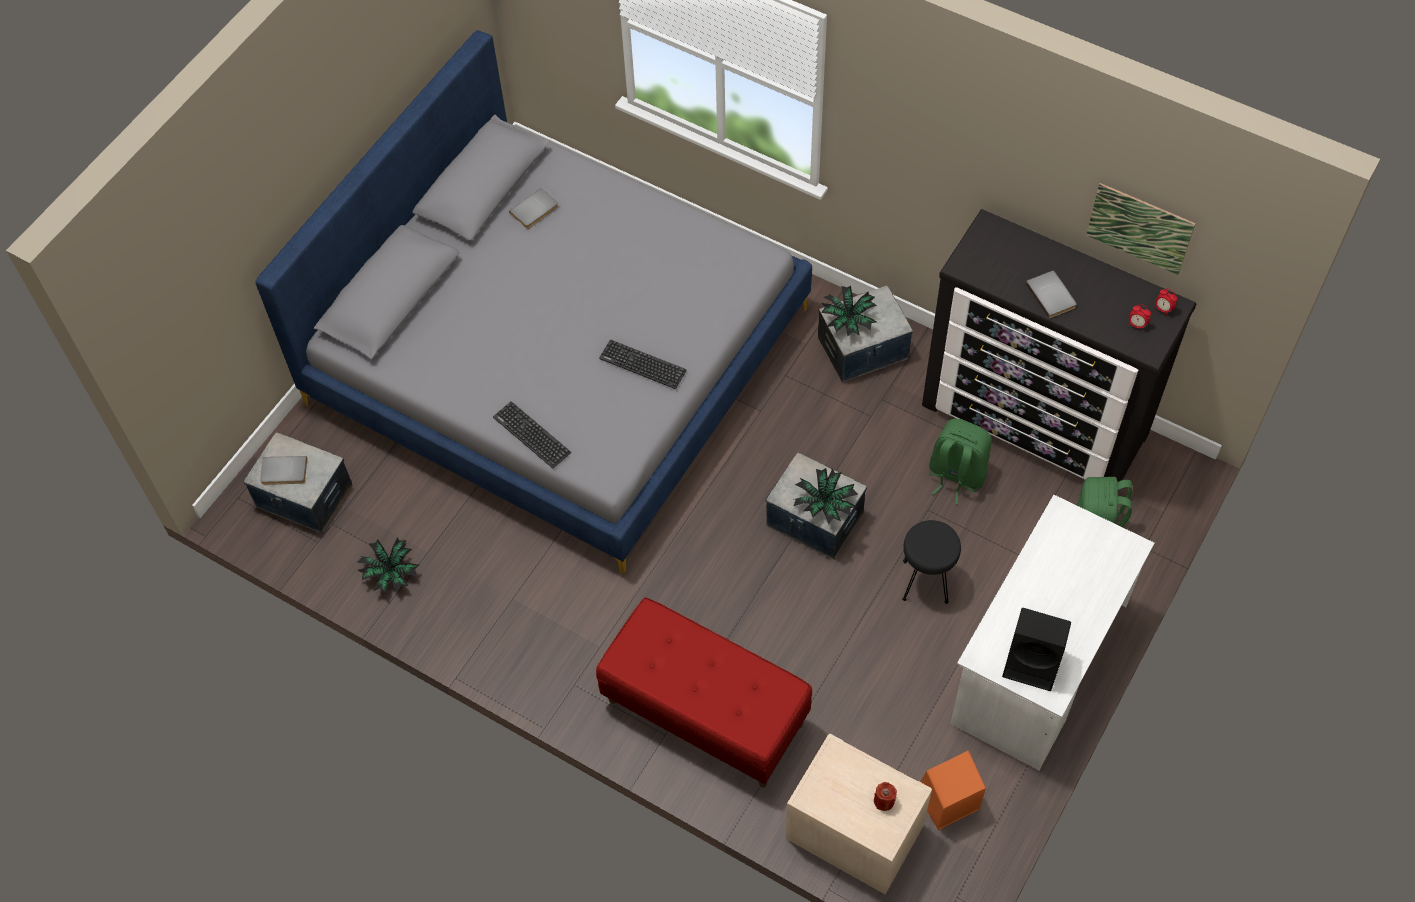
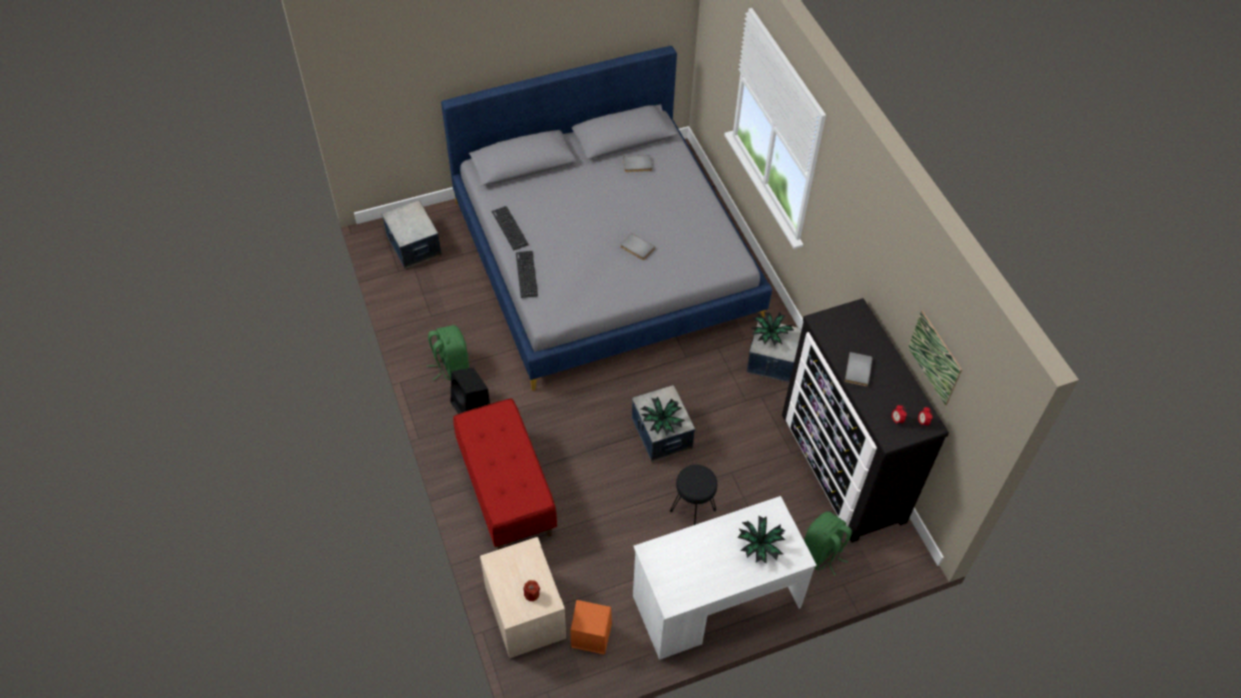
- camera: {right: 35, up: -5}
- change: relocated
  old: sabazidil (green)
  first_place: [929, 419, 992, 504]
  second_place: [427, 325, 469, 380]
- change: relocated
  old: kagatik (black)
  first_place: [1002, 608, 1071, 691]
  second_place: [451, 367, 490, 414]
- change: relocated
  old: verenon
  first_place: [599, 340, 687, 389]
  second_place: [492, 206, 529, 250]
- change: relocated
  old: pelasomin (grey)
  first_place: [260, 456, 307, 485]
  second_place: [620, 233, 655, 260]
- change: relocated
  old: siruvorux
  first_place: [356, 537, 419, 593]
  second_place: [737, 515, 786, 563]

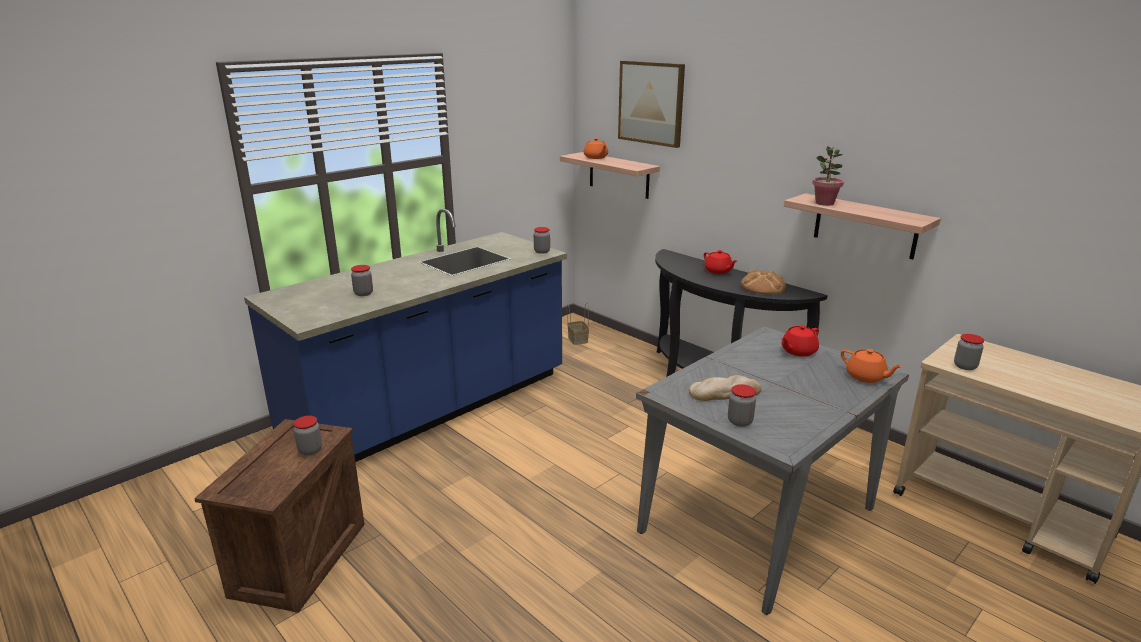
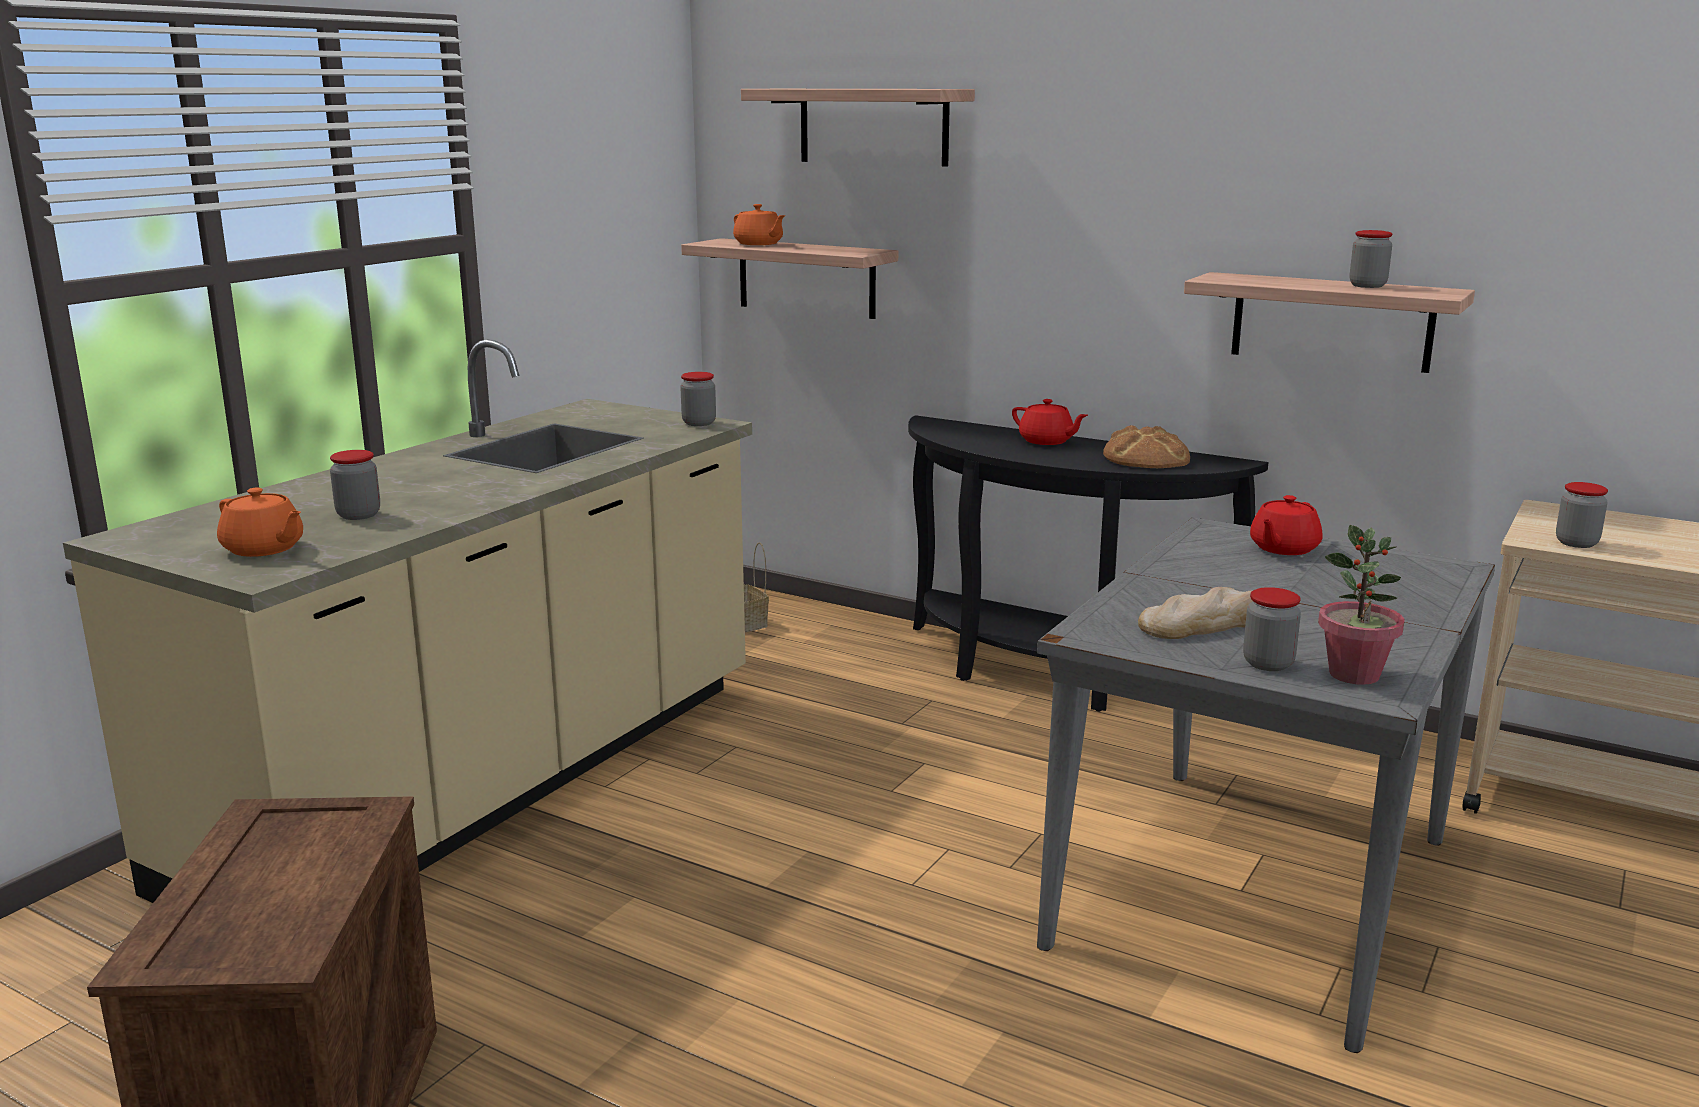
- camera: {right: -15, up: -5}
- change: colour
  old: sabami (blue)
  new: sabami (beige)
  first_place: [244, 209, 567, 462]
  second_place: [63, 339, 752, 903]
- change: relocated
  old: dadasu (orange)
  first_place: [841, 349, 902, 383]
  second_place: [217, 487, 303, 557]
- change: exchanged
  old: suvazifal
  new: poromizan
  first_place: [618, 61, 685, 148]
  second_place: [741, 89, 975, 167]
- change: relocated
  old: siruvorux
  first_place: [812, 146, 844, 206]
  second_place: [1318, 525, 1405, 685]
- change: relocated
  old: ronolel
  first_place: [293, 416, 322, 455]
  second_place: [1350, 230, 1392, 288]

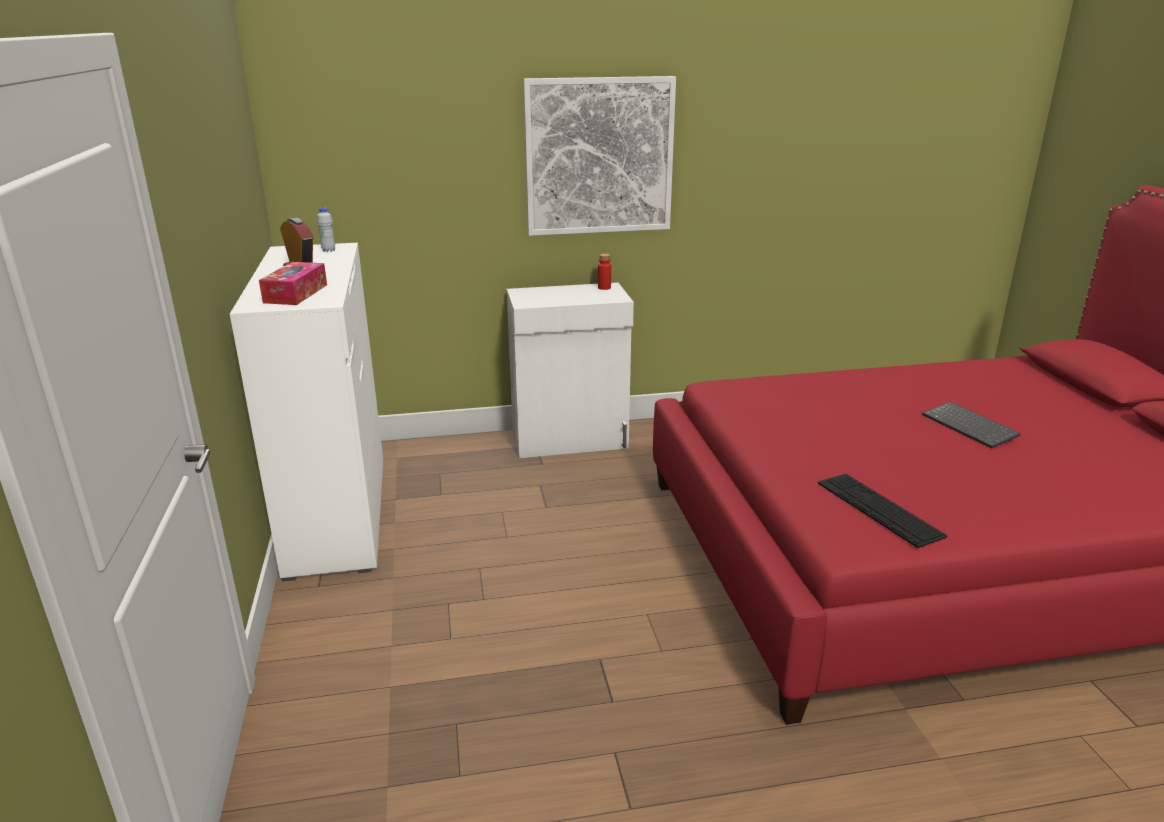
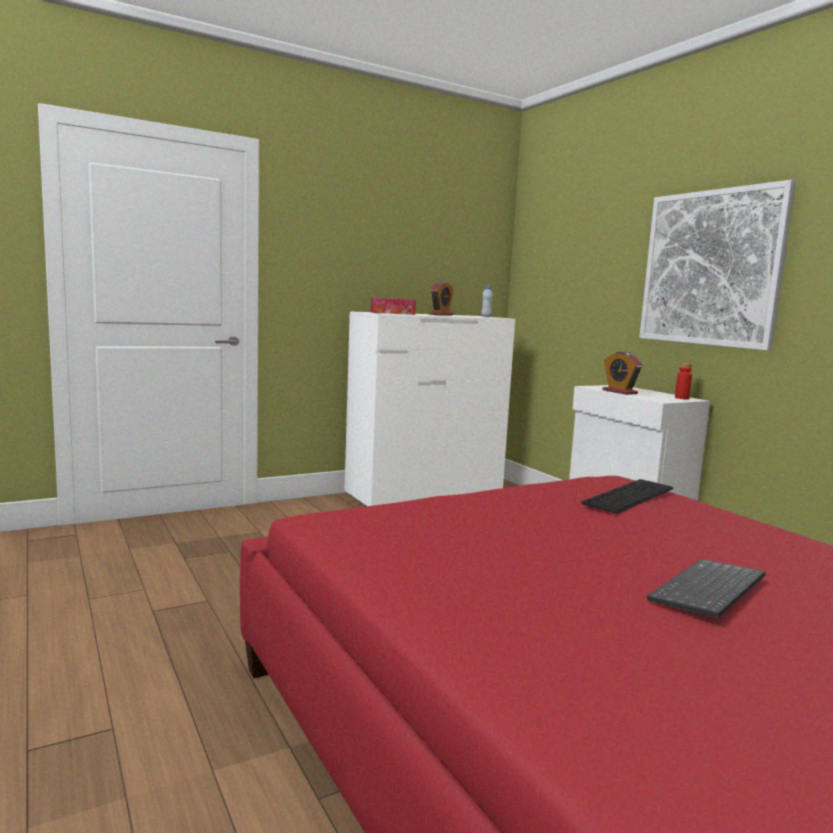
- camera: {right: 70, up: -15}
- change: relocated
  old: verenon
  first_place: [818, 474, 947, 548]
  second_place: [581, 479, 674, 514]
- change: appeared
  new: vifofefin
  second_place: [602, 352, 642, 395]

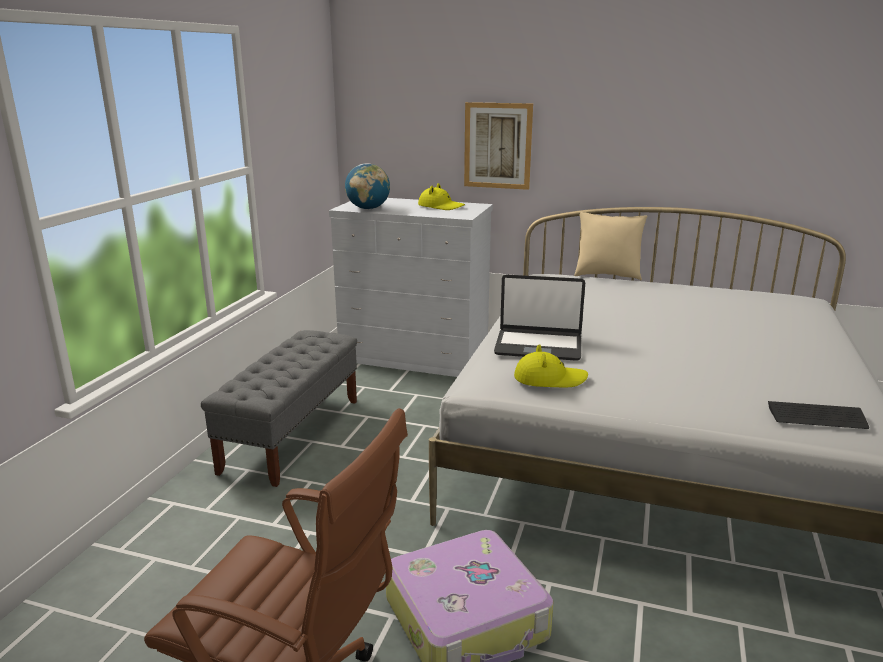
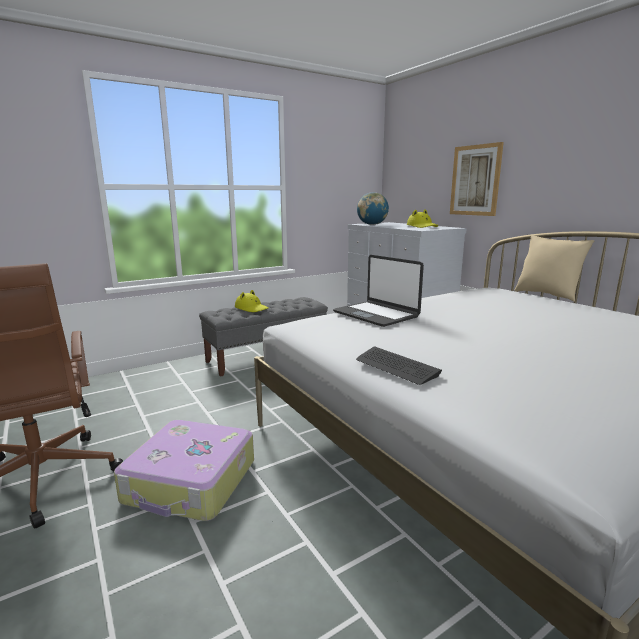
- camera: {right: 40, up: -5}
- change: relocated
  old: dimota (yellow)
  first_place: [514, 344, 588, 387]
  second_place: [235, 290, 269, 312]
- change: relocated
  old: verenon
  first_place: [768, 401, 869, 429]
  second_place: [356, 346, 442, 385]

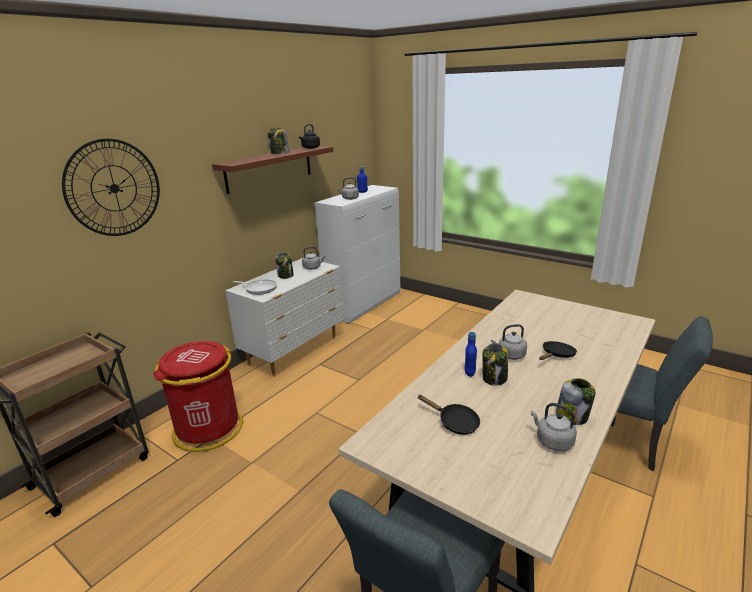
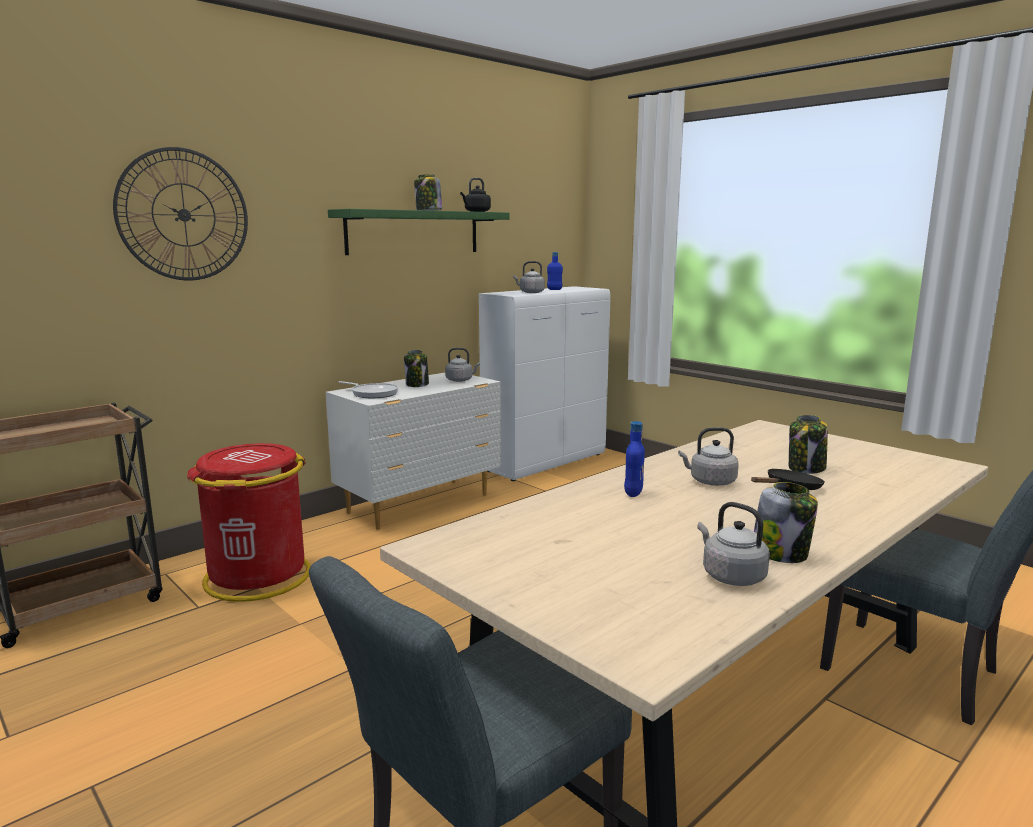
- camera: {right: 10, up: -10}
- change: colour
  old: poromizan (brown)
  new: poromizan (green)
  first_place: [212, 146, 333, 194]
  second_place: [328, 209, 510, 255]
- change: relocated
  old: ronolel
  first_place: [482, 343, 508, 386]
  second_place: [789, 415, 828, 474]
- change: missing
  old: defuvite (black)
  first_place: [417, 395, 480, 435]

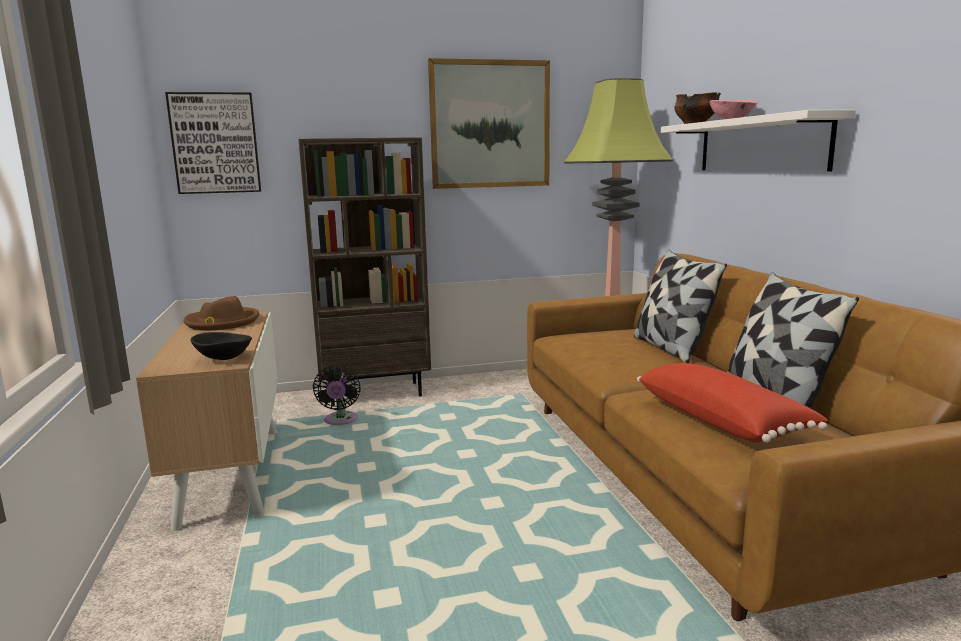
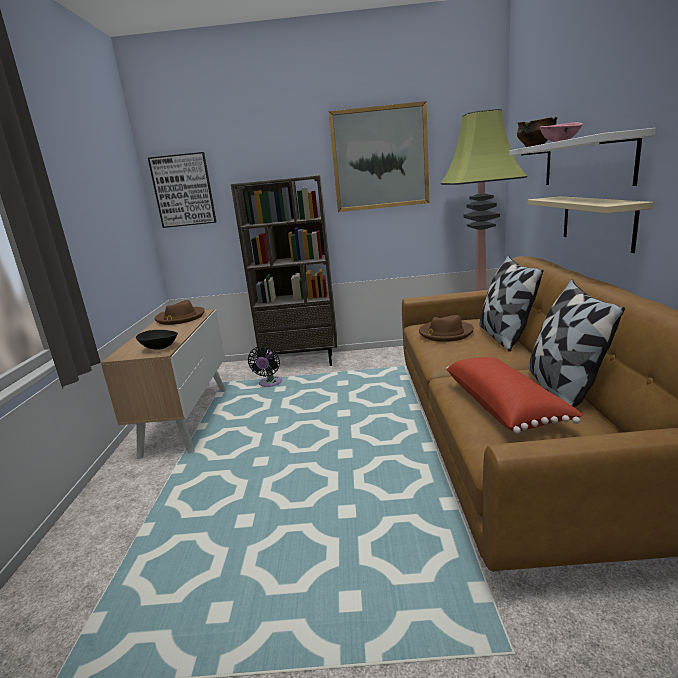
- camera: {right: 15, up: 5}
- change: appeared
  new: dimota (brown)
  second_place: [419, 315, 474, 342]
- change: appeared
  new: poromizan (beige)
  second_place: [528, 196, 653, 253]

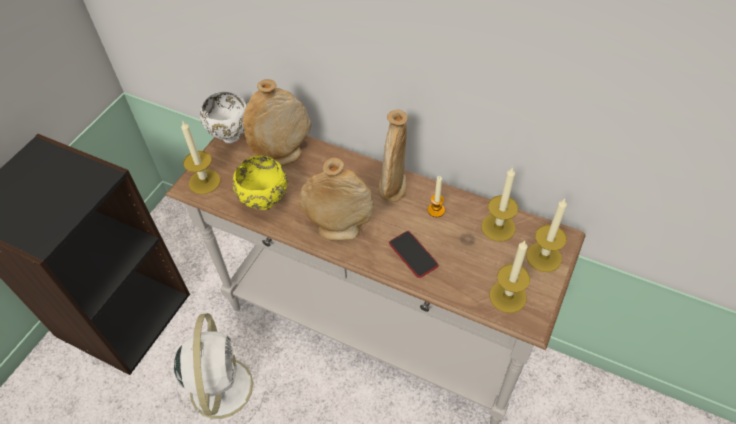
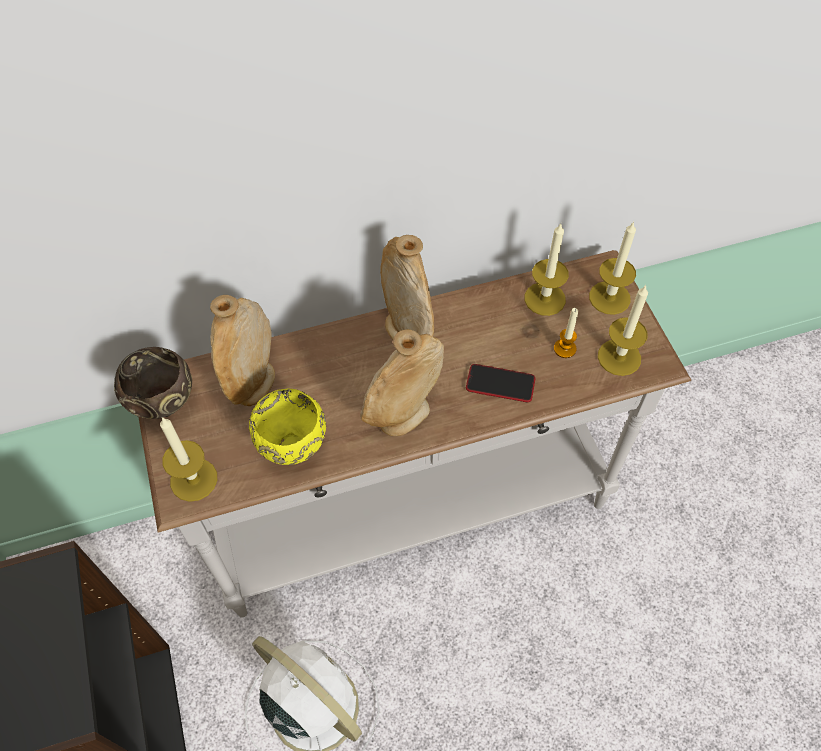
- camera: {right: -45, up: 5}
- change: colour
  old: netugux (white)
  new: netugux (brown)
  first_place: [200, 92, 247, 143]
  second_place: [114, 347, 192, 419]
- change: relocated
  old: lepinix
  first_place: [428, 176, 445, 217]
  second_place: [554, 308, 578, 358]

